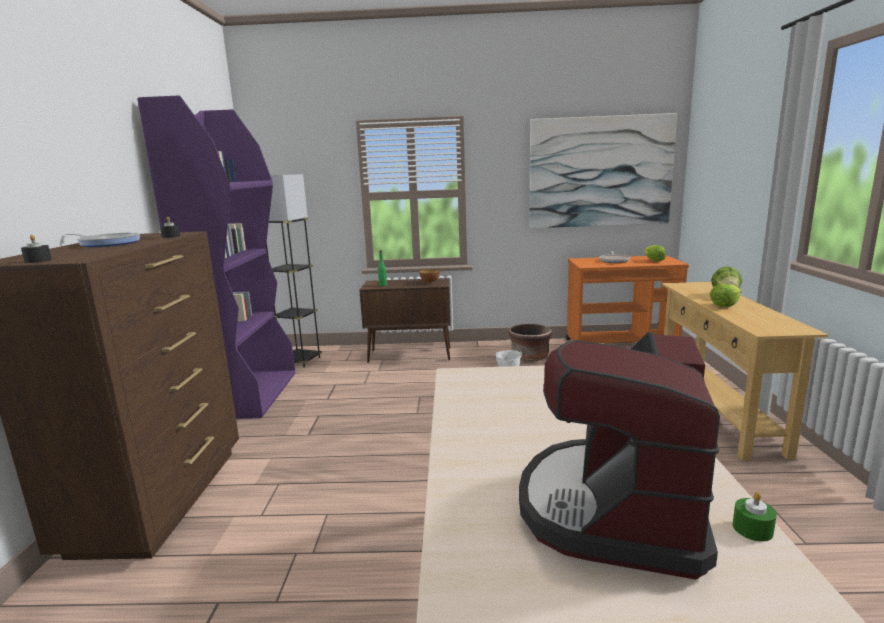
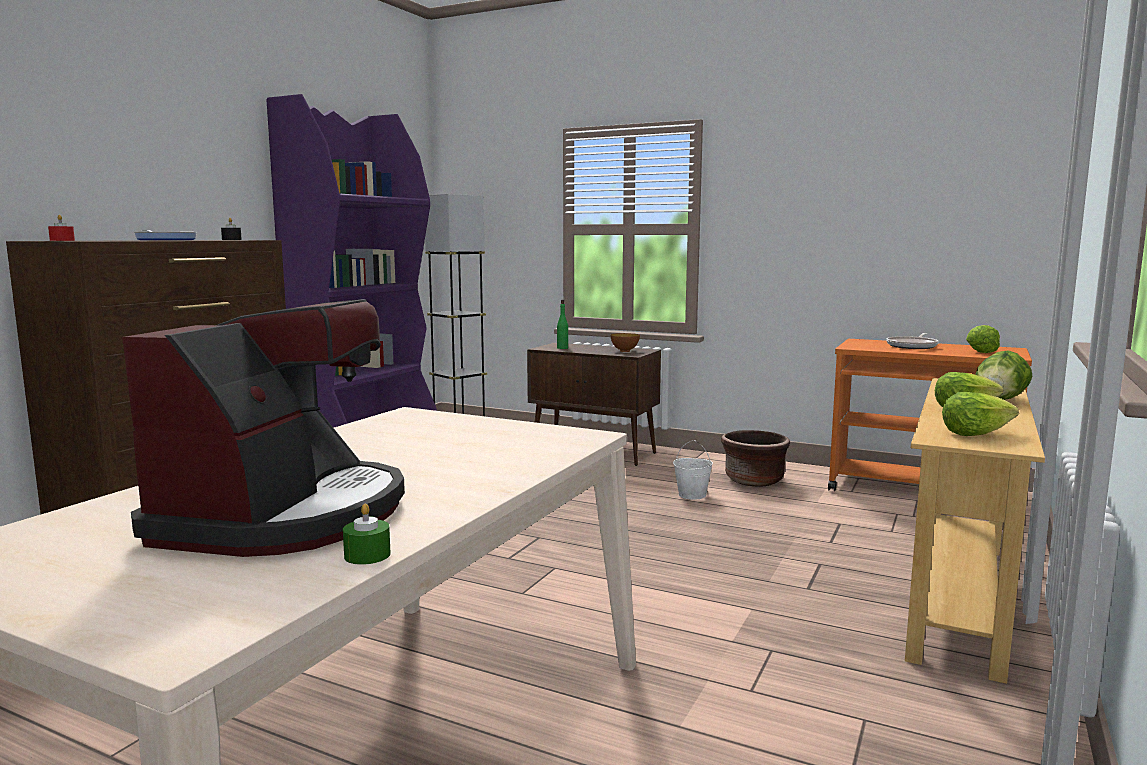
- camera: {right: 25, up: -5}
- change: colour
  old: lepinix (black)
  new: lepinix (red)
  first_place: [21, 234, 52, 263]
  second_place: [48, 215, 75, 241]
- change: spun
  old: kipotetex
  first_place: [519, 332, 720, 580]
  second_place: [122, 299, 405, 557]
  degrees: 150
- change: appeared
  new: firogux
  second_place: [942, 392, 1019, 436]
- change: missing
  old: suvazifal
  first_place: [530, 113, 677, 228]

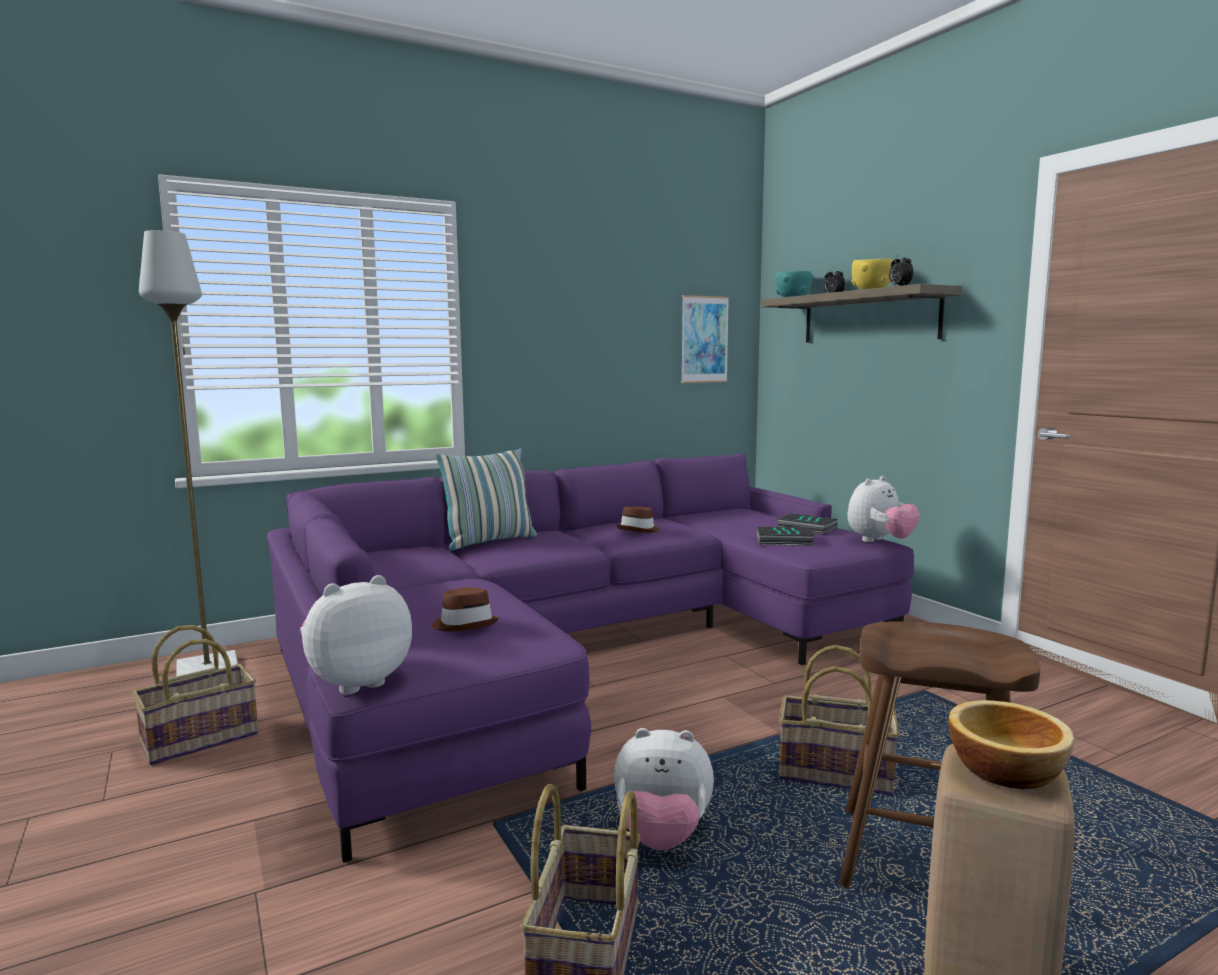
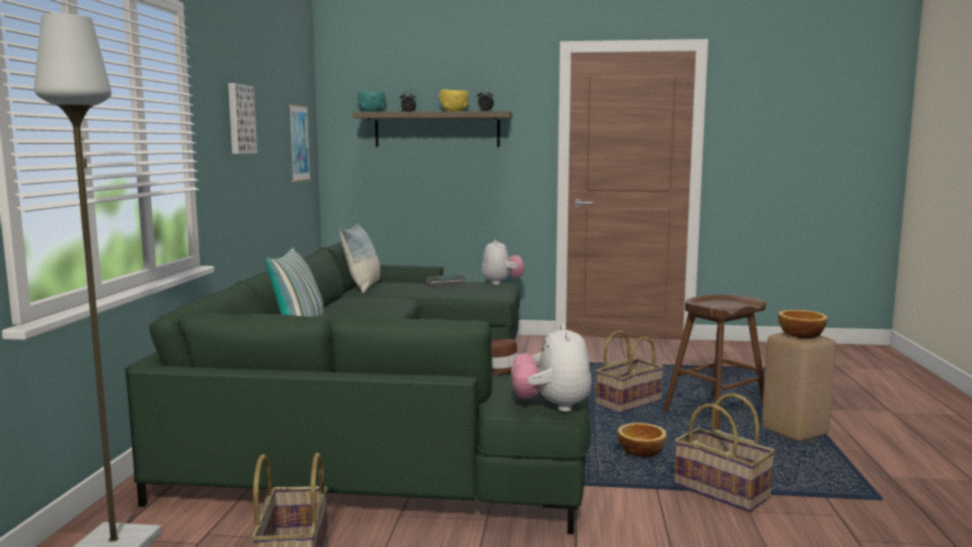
- camera: {right: -55, up: 0}
- change: colour
  old: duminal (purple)
  new: duminal (green)
  first_place: [267, 453, 914, 863]
  second_place: [125, 242, 591, 534]
- change: appeared
  new: suvazifal
  second_place: [228, 83, 257, 154]
- change: appeared
  new: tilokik
  second_place: [340, 223, 380, 293]
- change: exchanged
  old: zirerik
  new: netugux
  first_place: [614, 728, 714, 851]
  second_place: [618, 423, 666, 457]
- change: missing
  old: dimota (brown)
  first_place: [616, 506, 660, 533]
- change: missing
  old: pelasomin
  first_place: [757, 526, 815, 546]

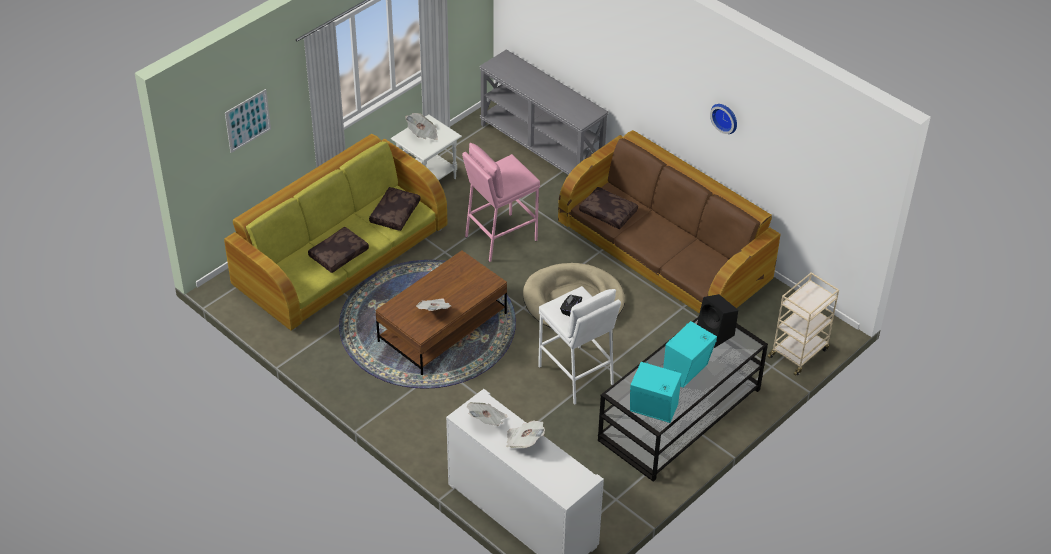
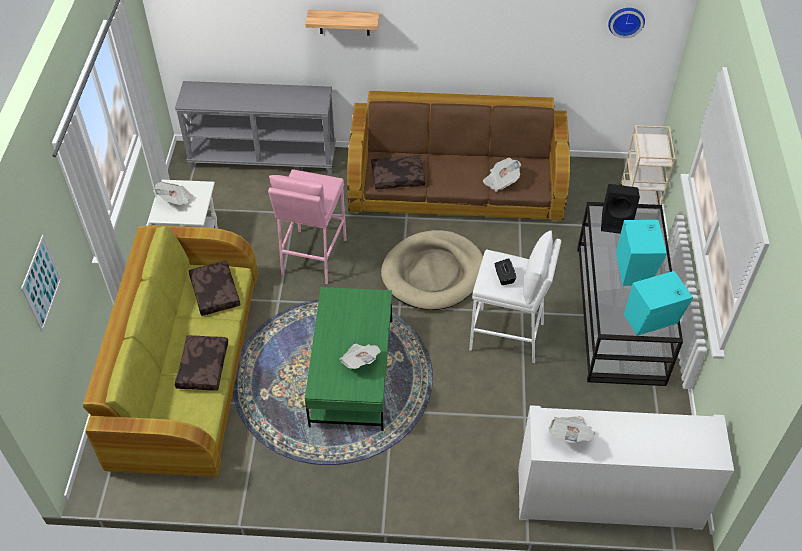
- camera: {right: -40, up: 5}
- change: appeared
  new: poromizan
  second_place: [305, 10, 380, 36]
- change: colour
  old: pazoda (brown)
  new: pazoda (green)
  first_place: [376, 250, 507, 375]
  second_place: [305, 287, 392, 431]
- change: relocated
  old: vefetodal
  first_place: [506, 420, 545, 448]
  second_place: [483, 158, 521, 192]
- change: relocated
  old: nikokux
  first_place: [710, 104, 737, 134]
  second_place: [608, 8, 645, 38]

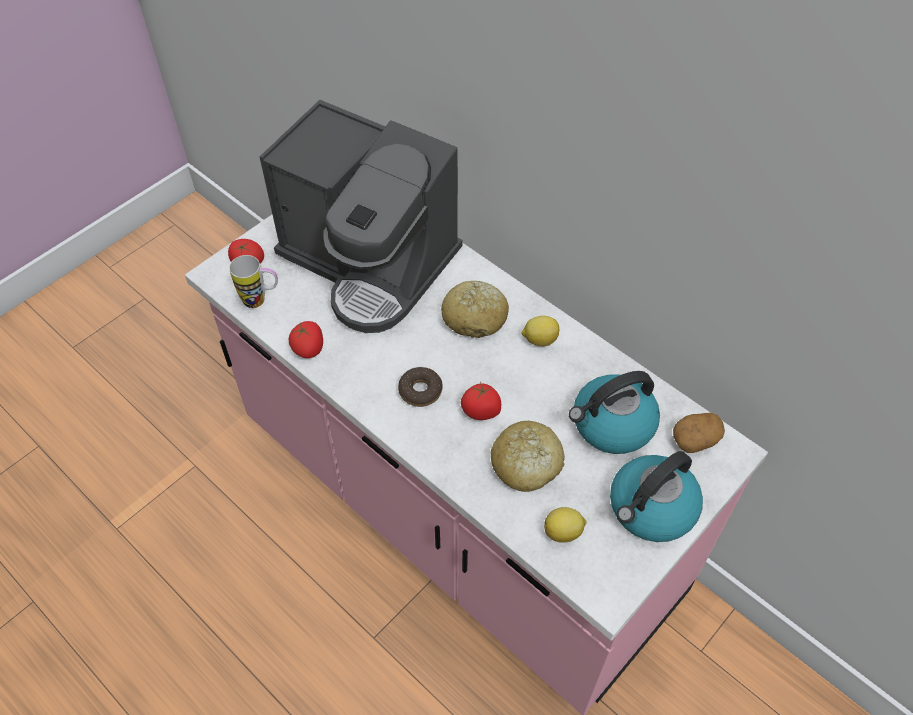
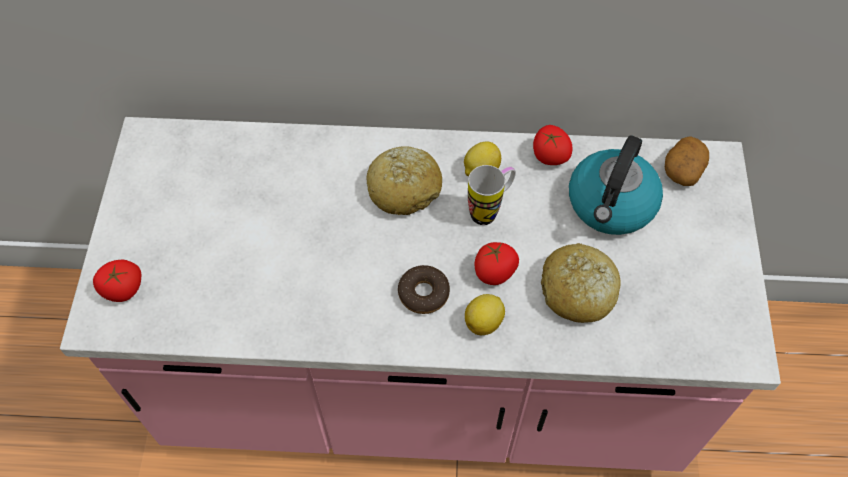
- camera: {right: -40, up: 5}
- change: relocated
  old: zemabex
  first_place: [544, 507, 587, 543]
  second_place: [465, 294, 505, 335]
- change: relocated
  old: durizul
  first_place: [229, 255, 278, 308]
  second_place: [468, 165, 516, 225]
- change: relocated
  old: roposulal
  first_place: [289, 321, 323, 358]
  second_place: [533, 125, 572, 165]
- change: missing
  old: kipotetex
  first_place: [260, 100, 463, 333]
- change: missing
  old: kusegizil
  first_place: [610, 451, 703, 542]

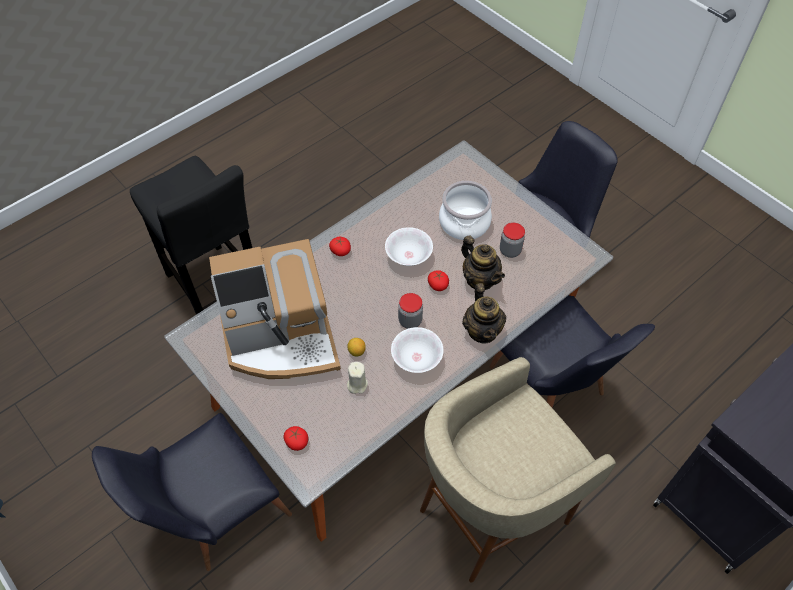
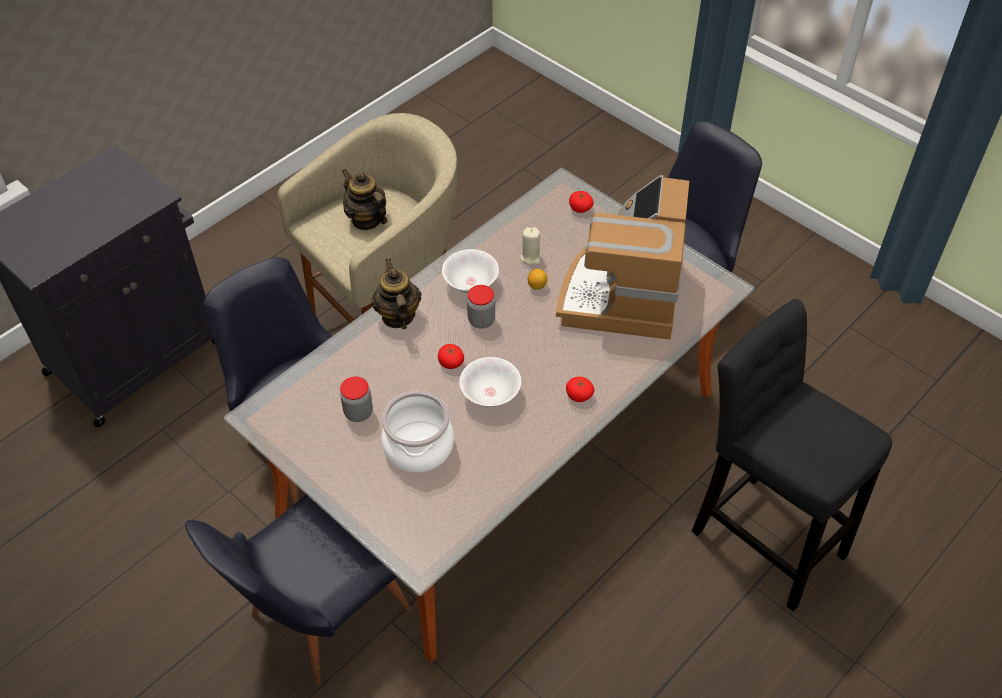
- camera: {right: 175, up: -5}
- change: relocated
  old: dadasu
  first_place: [461, 235, 505, 290]
  second_place: [341, 169, 387, 230]
- change: spun
  old: kipotetex
  first_place: [209, 239, 341, 379]
  second_place: [556, 175, 689, 340]
  degrees: -60

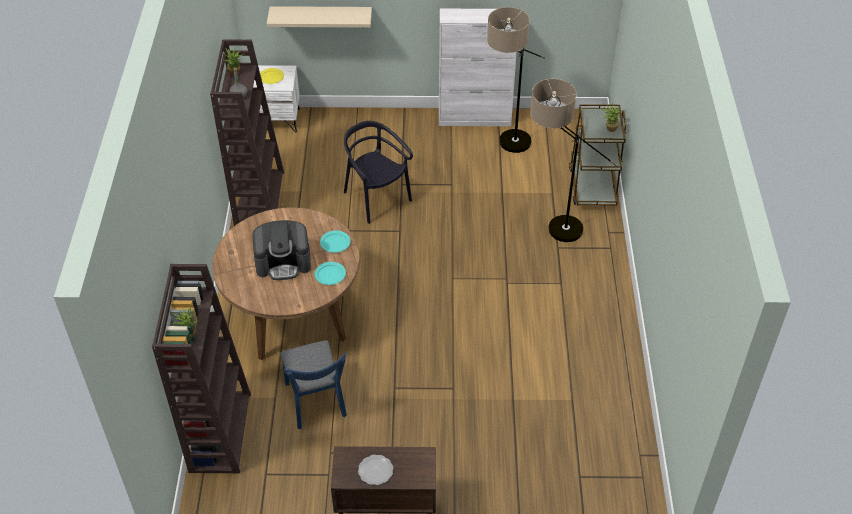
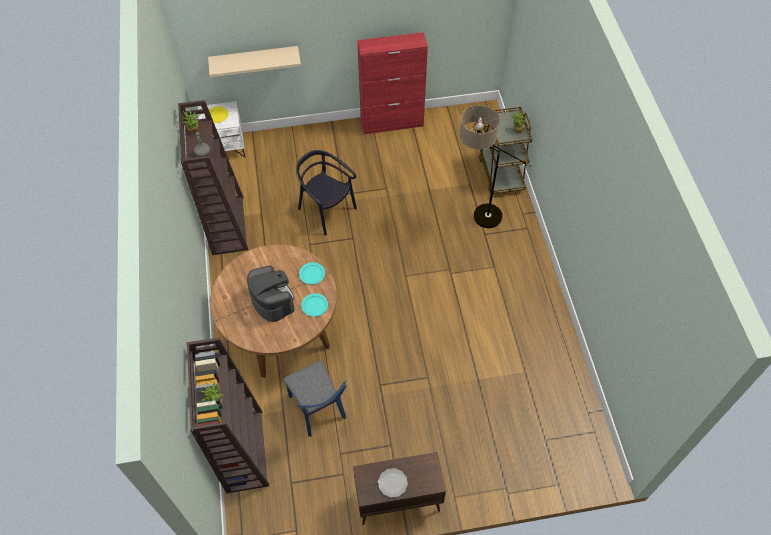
- camera: {right: -10, up: 10}
- change: spun
  old: kipotetex
  first_place: [252, 220, 311, 280]
  second_place: [247, 265, 295, 322]
  degrees: -105
- change: colour
  old: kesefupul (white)
  new: kesefupul (red)
  first_place: [439, 9, 517, 126]
  second_place: [357, 32, 428, 134]
- change: missing
  old: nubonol
  first_place: [487, 7, 545, 153]

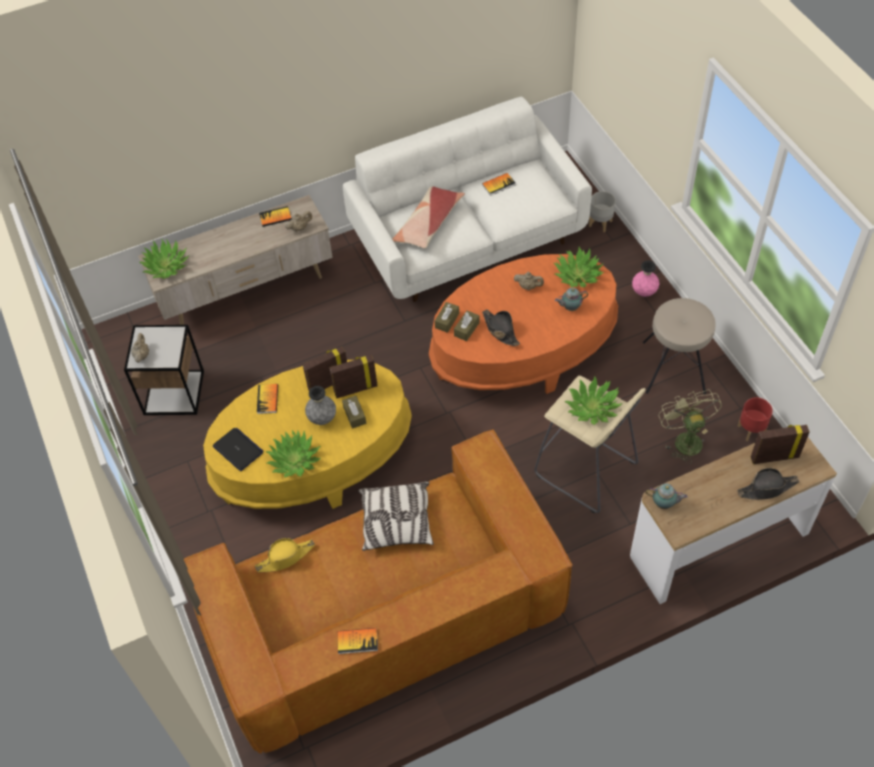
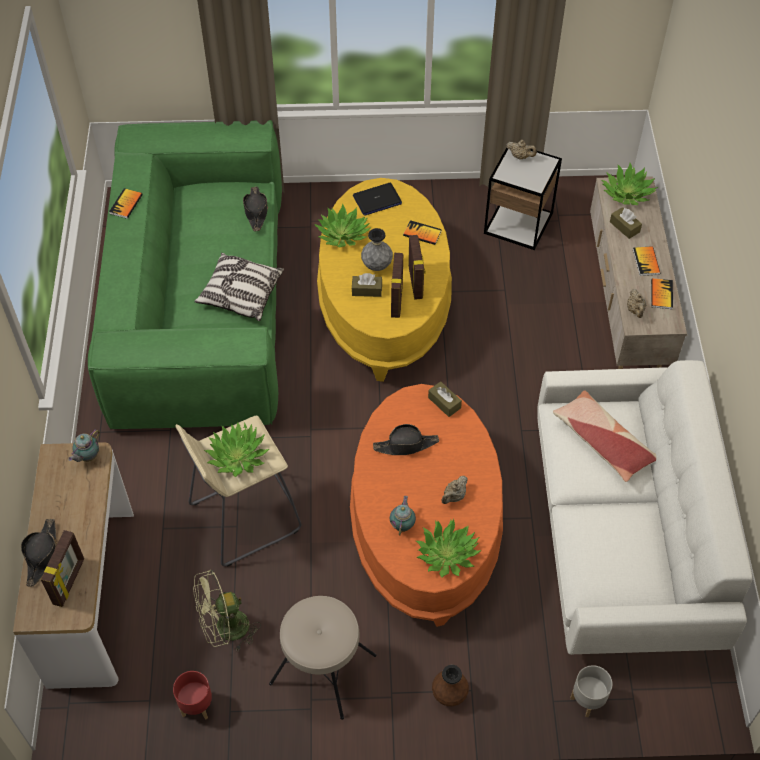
- camera: {right: 110, up: 0}
- change: colour
  old: duminal (brown)
  new: duminal (green)
  first_place: [184, 430, 573, 754]
  second_place: [88, 120, 282, 429]
- change: spun
  old: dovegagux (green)
  first_place: [659, 389, 722, 464]
  second_place: [193, 570, 261, 651]
  degrees: 150
- change: colour
  old: dimota (yellow)
  new: dimota (black)
  first_place: [255, 538, 315, 572]
  second_place: [243, 186, 268, 232]
- change: colour
  old: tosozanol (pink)
  new: tosozanol (brown)
  first_place: [632, 261, 659, 297]
  second_place: [432, 665, 469, 706]
- change: relocated
  old: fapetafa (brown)
  first_place: [454, 310, 480, 341]
  second_place: [610, 207, 642, 239]
- change: relocated
  old: pelasomin
  first_place: [482, 173, 516, 196]
  second_place: [633, 246, 660, 276]

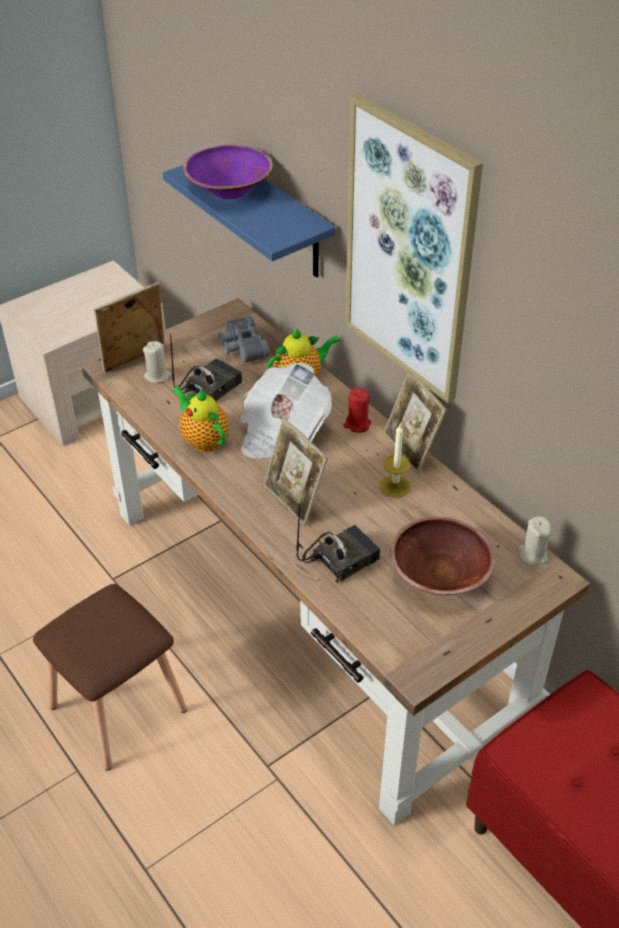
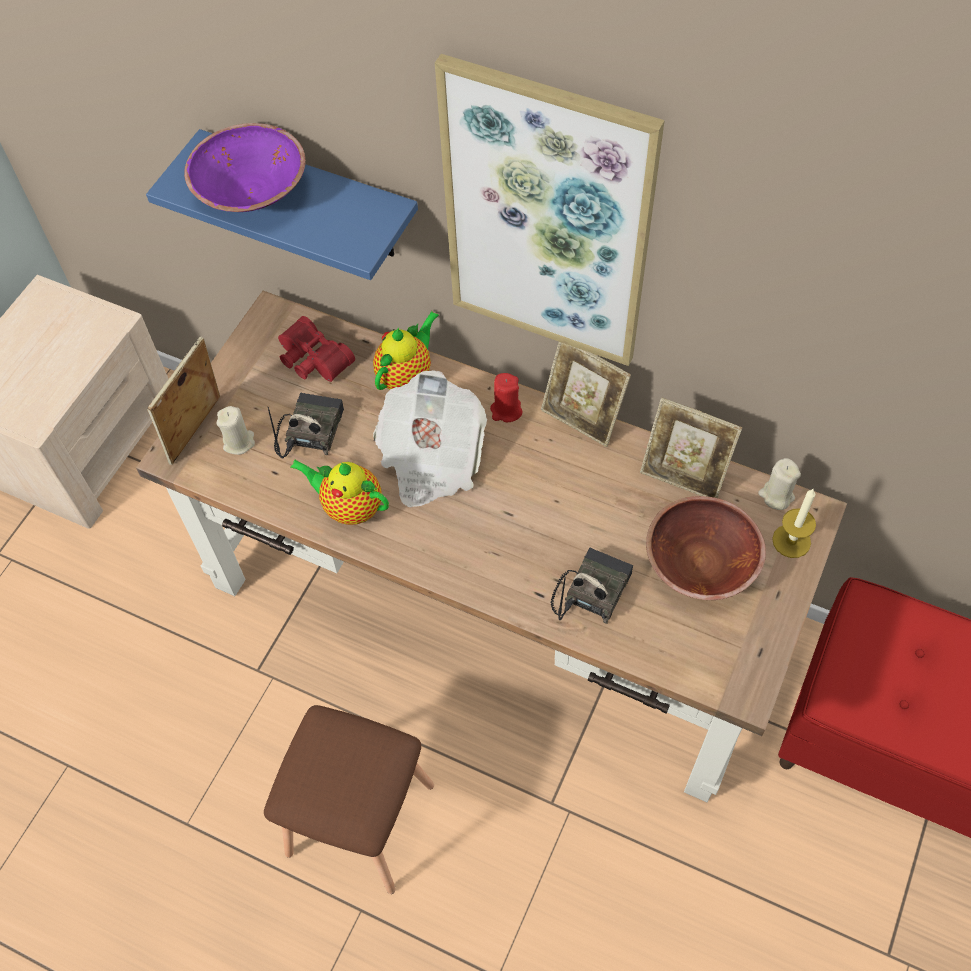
- camera: {right: -25, up: 15}
- change: colour
  old: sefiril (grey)
  new: sefiril (red)
  first_place: [218, 316, 270, 363]
  second_place: [278, 316, 355, 382]
- change: relocated
  old: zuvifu
  first_place: [263, 418, 328, 526]
  second_place: [640, 397, 742, 498]
- change: relocated
  old: lepinix
  first_place: [380, 425, 411, 497]
  second_place: [772, 488, 816, 558]

